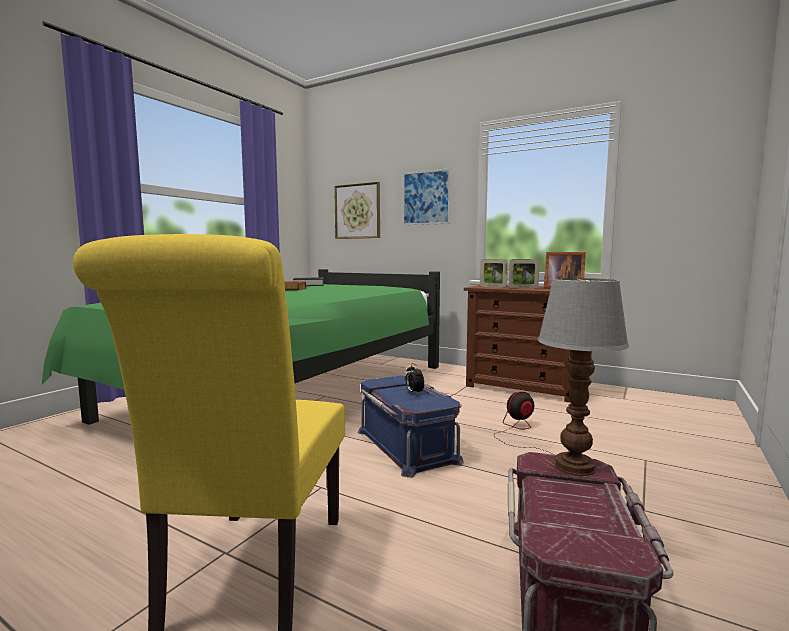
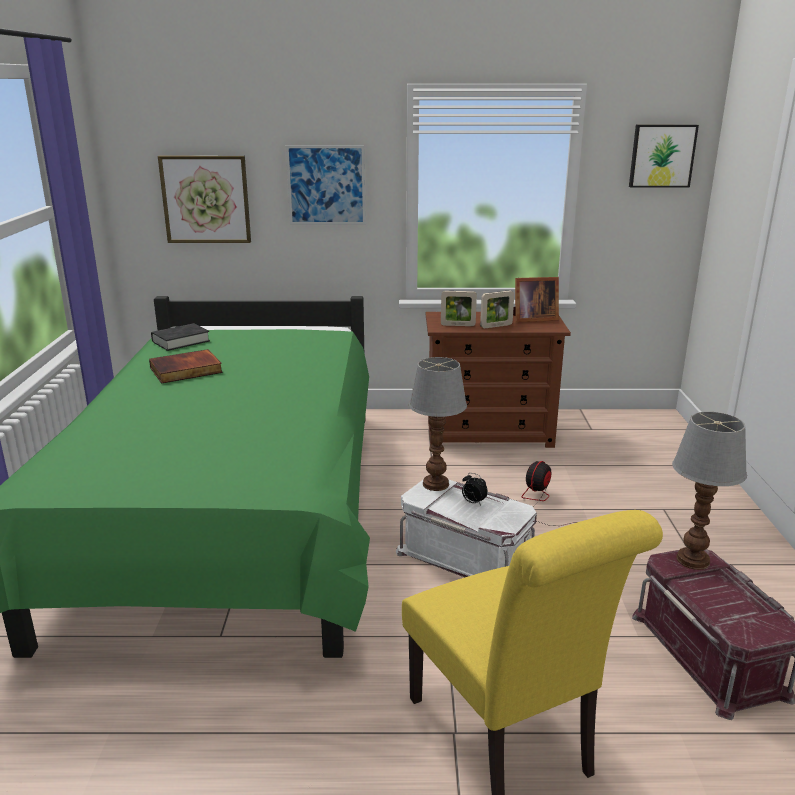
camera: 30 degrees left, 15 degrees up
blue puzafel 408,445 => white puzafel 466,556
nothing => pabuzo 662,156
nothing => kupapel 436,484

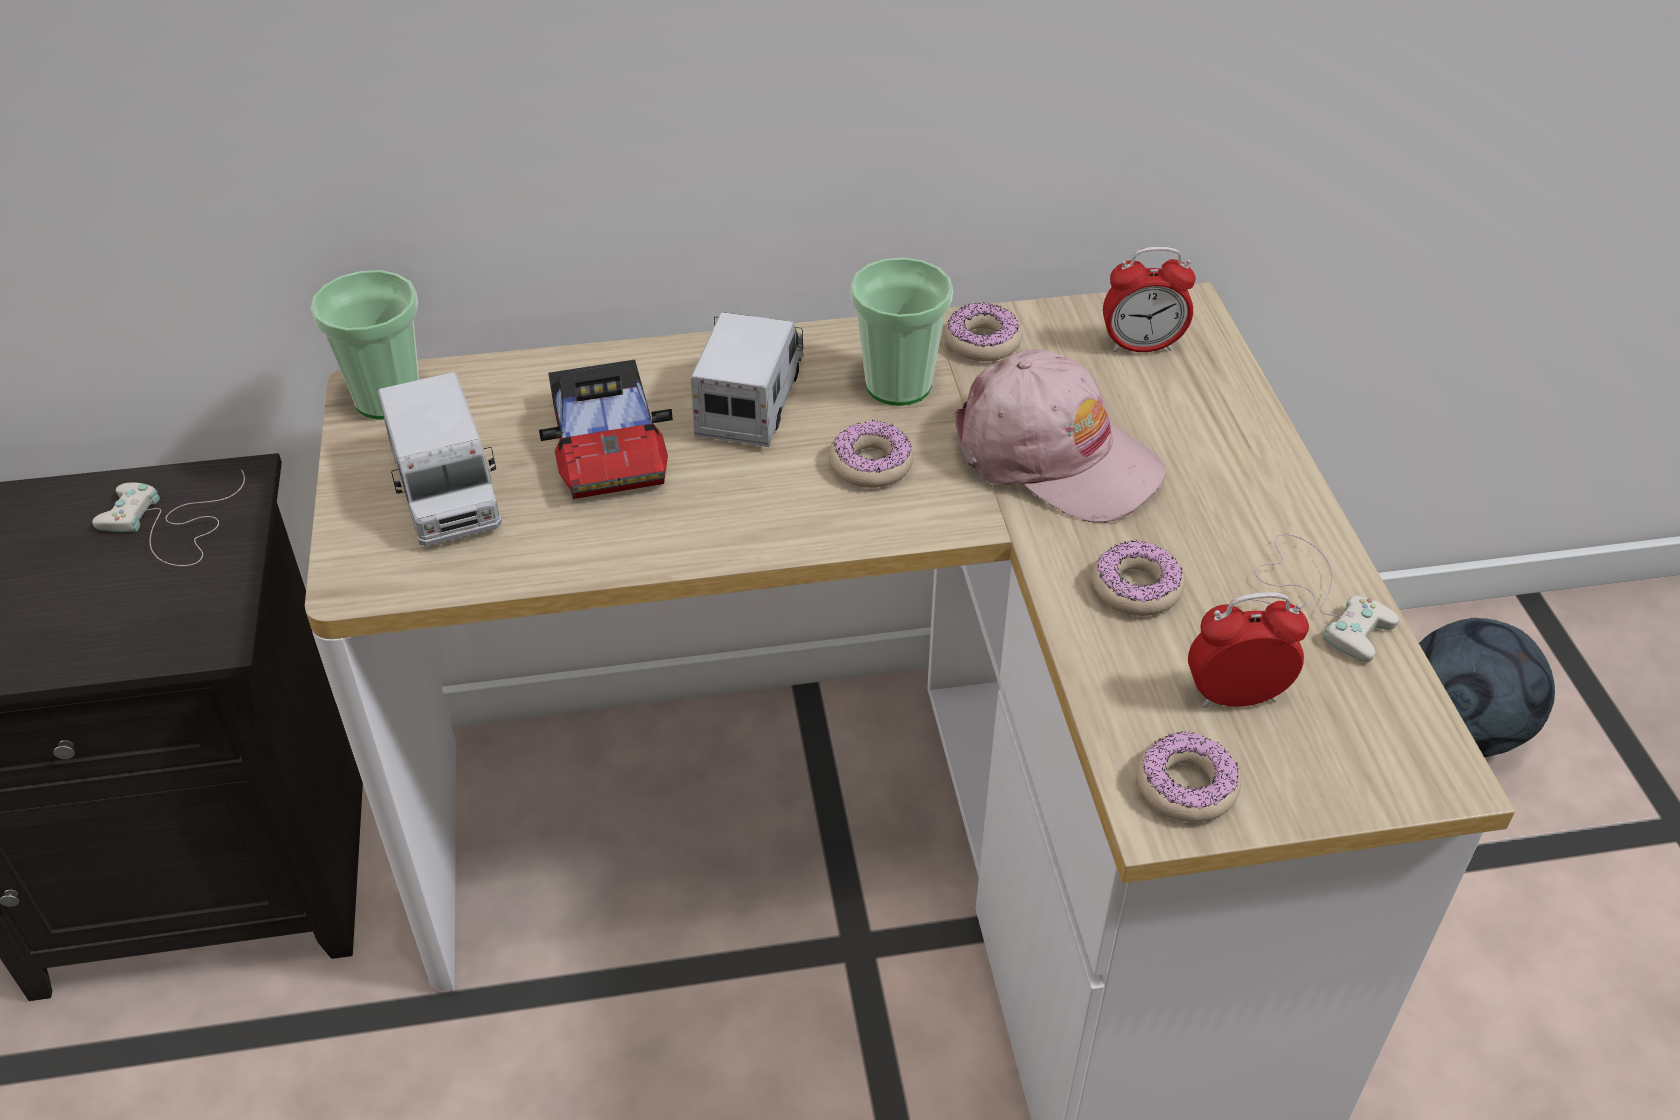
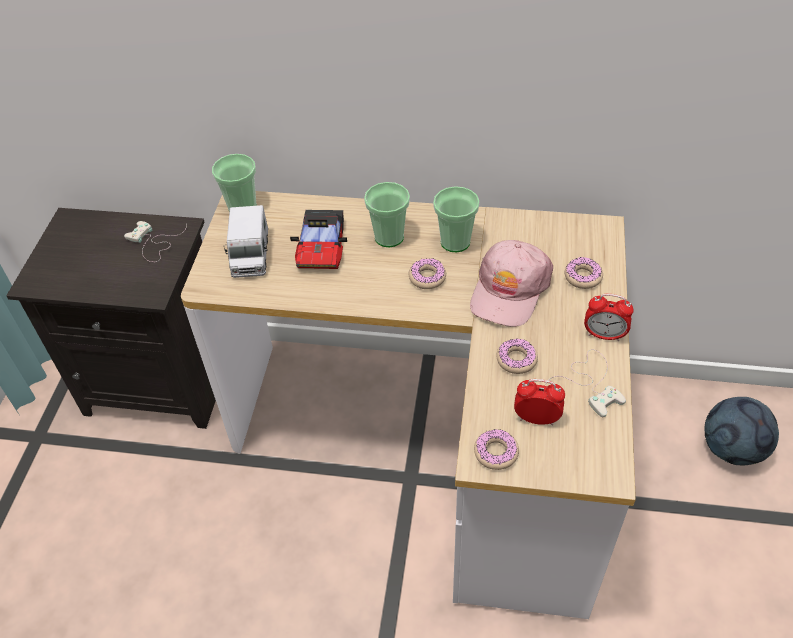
camera: 20 degrees right, 5 degrees up
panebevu 1141,346 => panebevu 604,335, move
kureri 982,342 => kureri 583,277, move
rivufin 751,400 => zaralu 389,237
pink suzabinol 1055,456 => pink suzabinol 509,290, 60 degrees clockwise

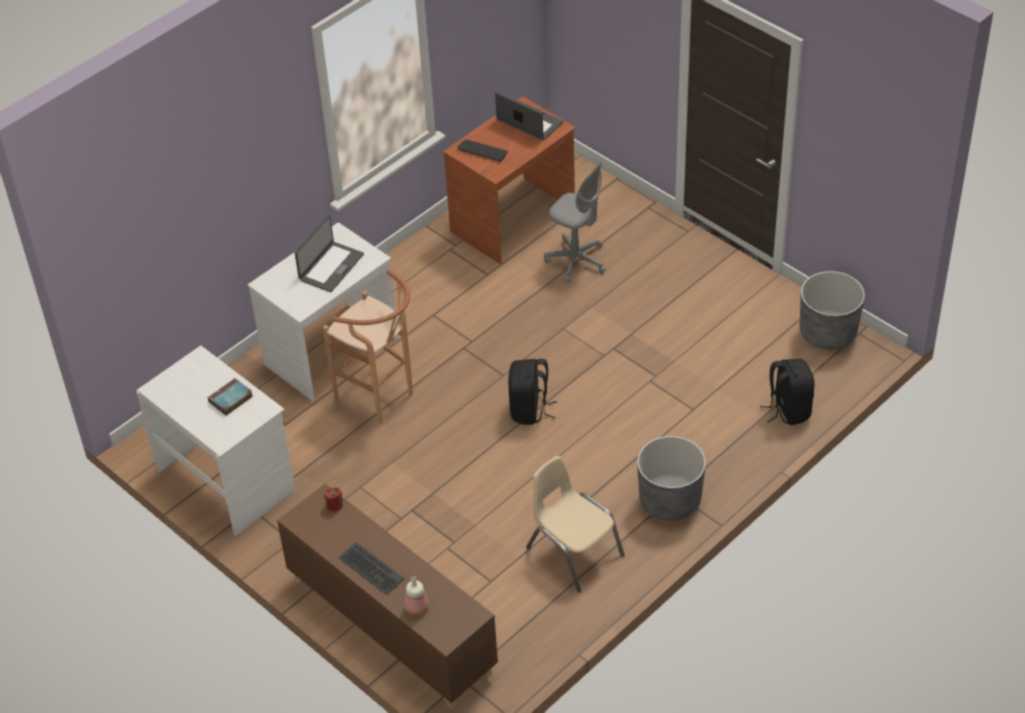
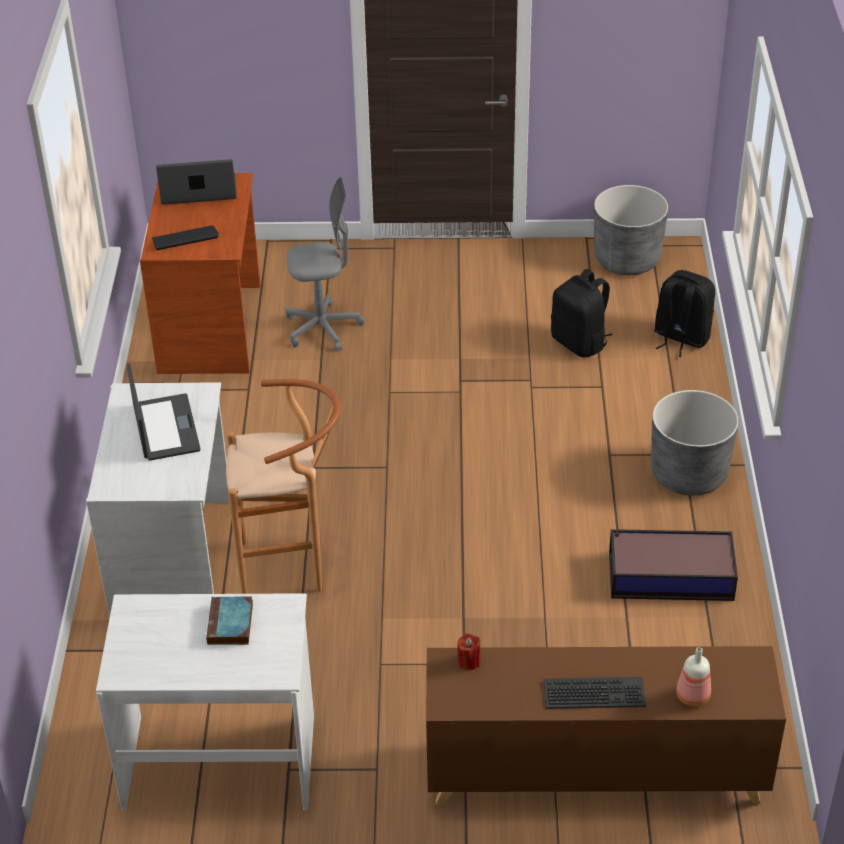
camera: 45 degrees left, 5 degrees down
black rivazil 529,410 => black rivazil 580,343, move
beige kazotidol 574,551 => puzafel 668,575

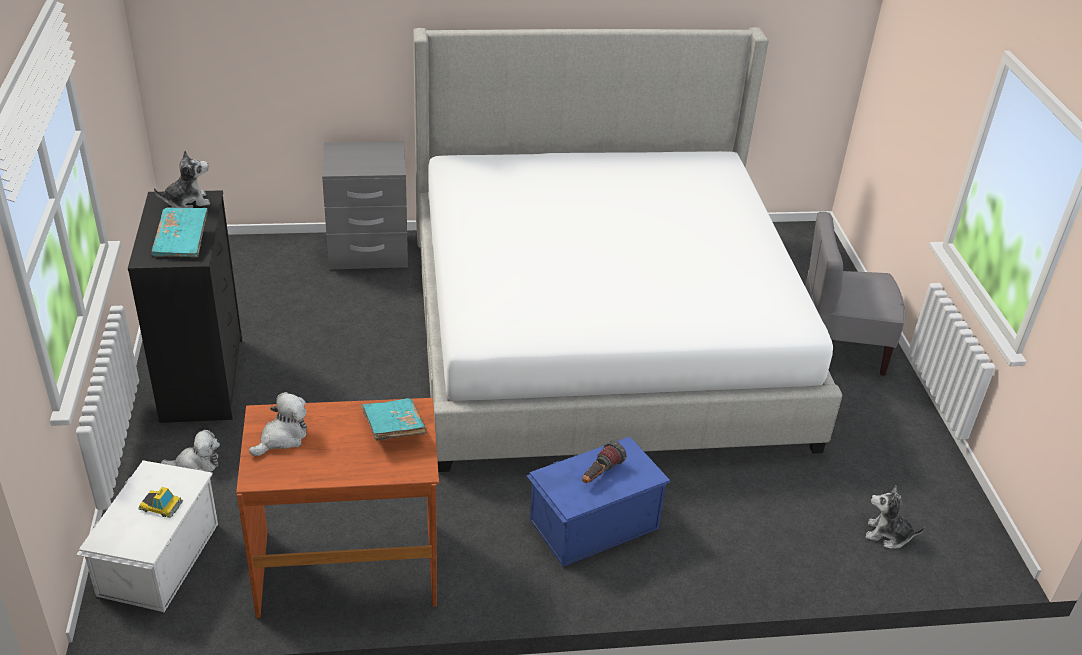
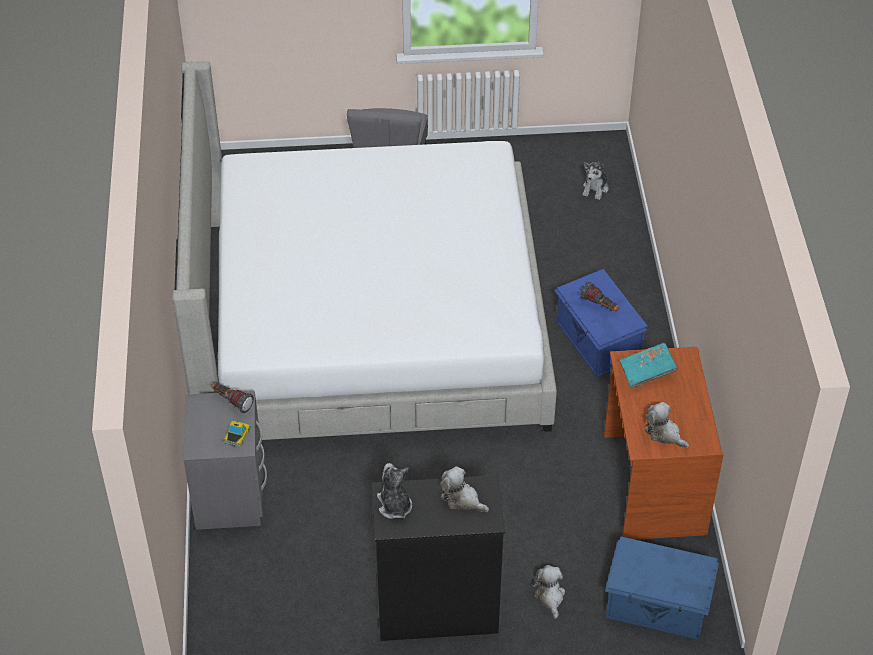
camera: 85 degrees left, 10 degrees up
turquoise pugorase 182,242 => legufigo 462,499
white puzafel 156,559 => blue puzafel 657,606
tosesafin 161,505 => tosesafin 237,435, move
nothing => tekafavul 231,401

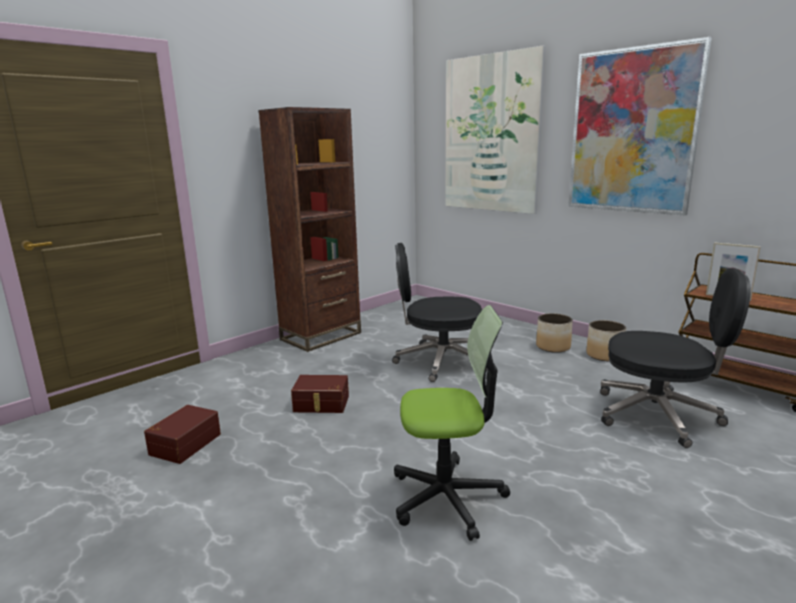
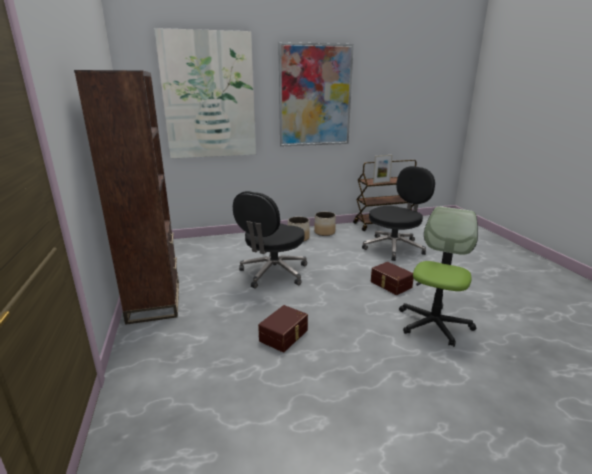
camera: 60 degrees left, 5 degrees up
brown puzafel 184,444 => brown puzafel 390,285, move

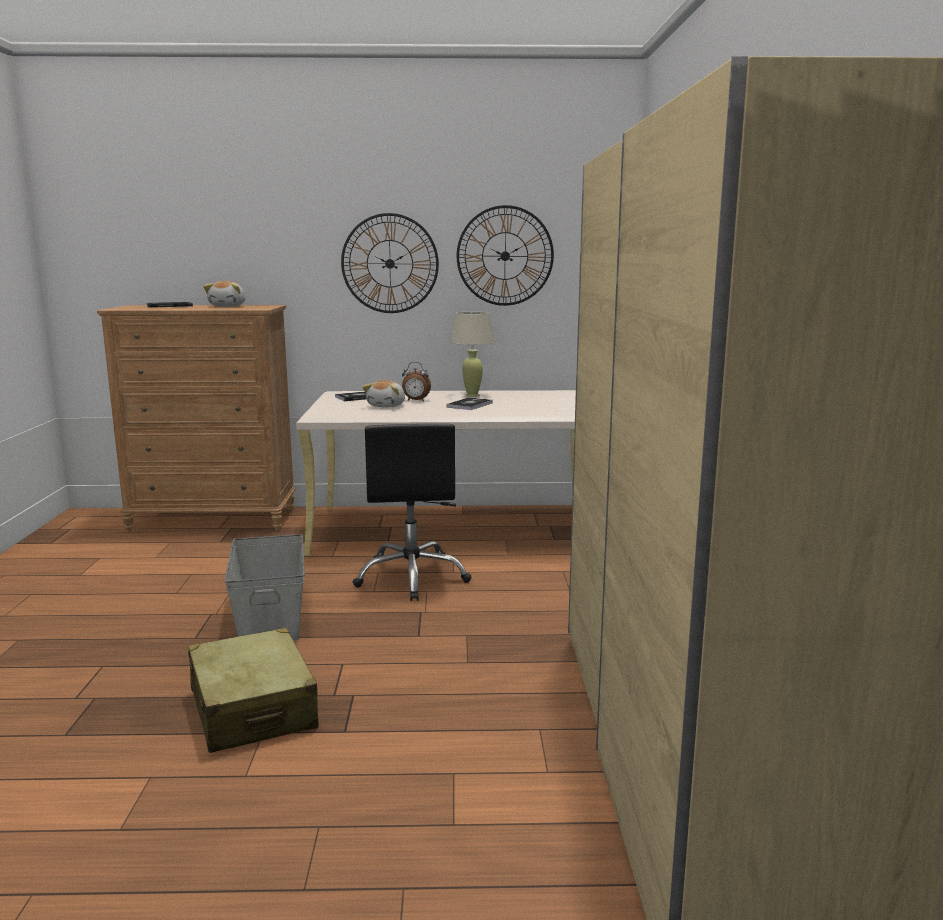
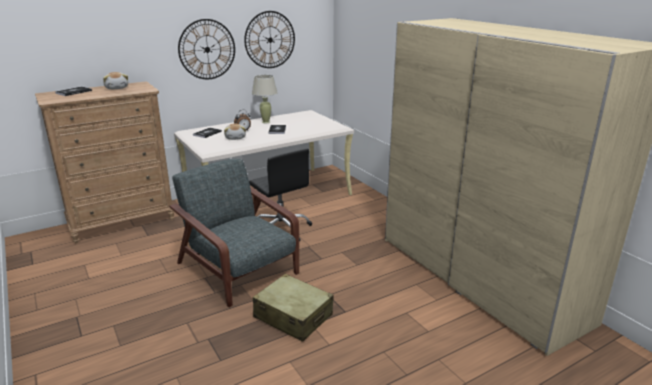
camera: 30 degrees left, 10 degrees up
grey puzafel 271,616 => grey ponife 238,269

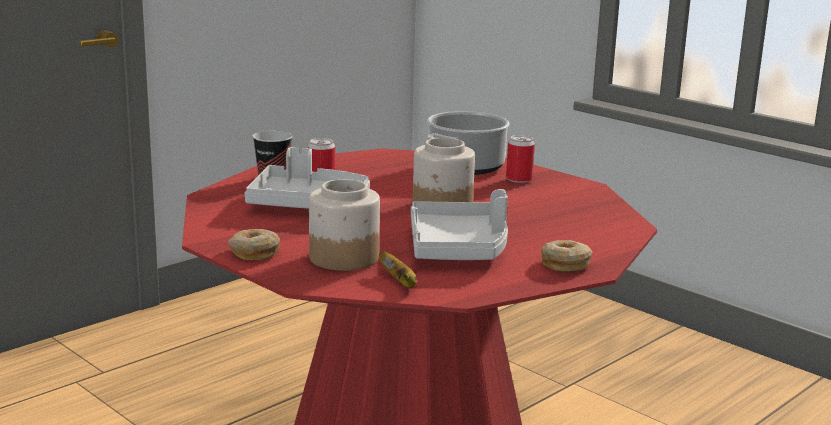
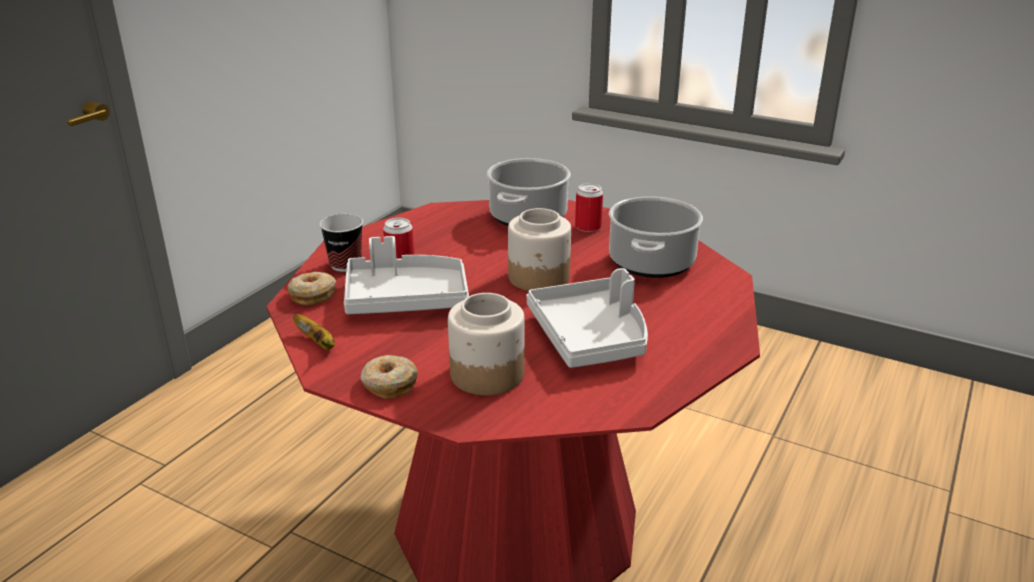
camera: 15 degrees left, 10 degrees up
kureri 565,264 => kureri 312,295, move
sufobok 399,282 => sufobok 317,343, move
nothing => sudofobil 652,263

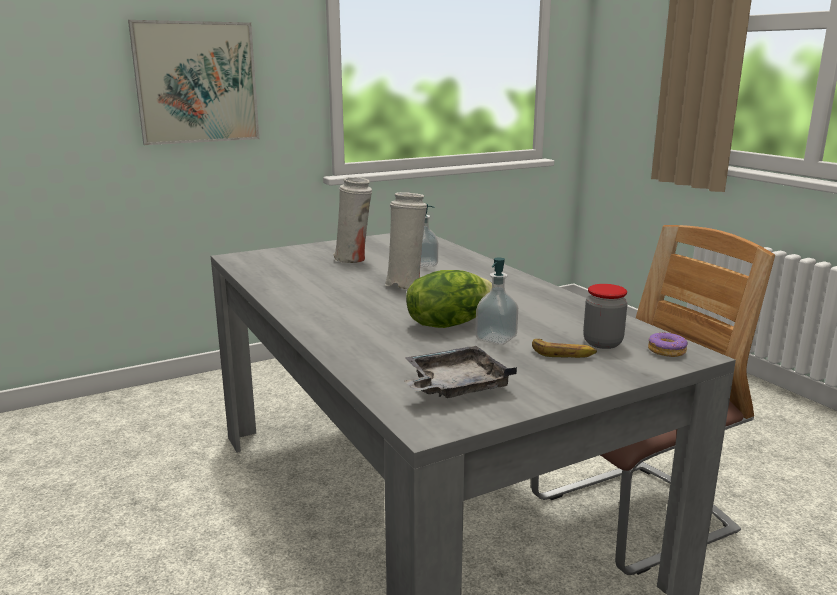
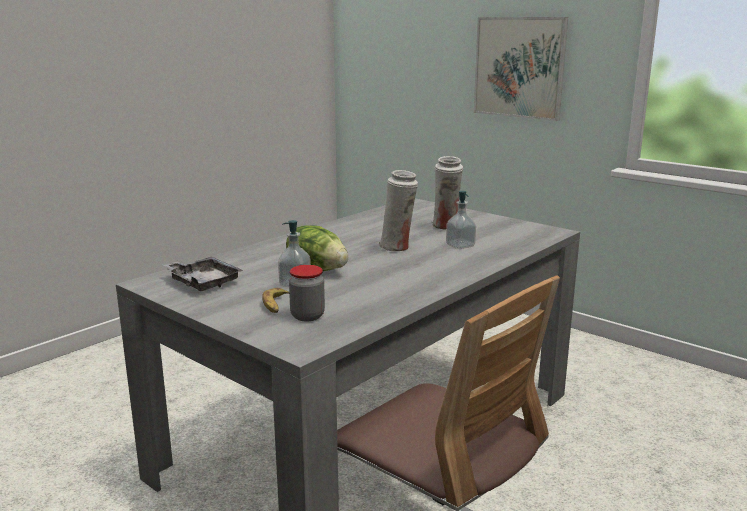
camera: 70 degrees right, 0 degrees up
kureri 667,351 => nothing

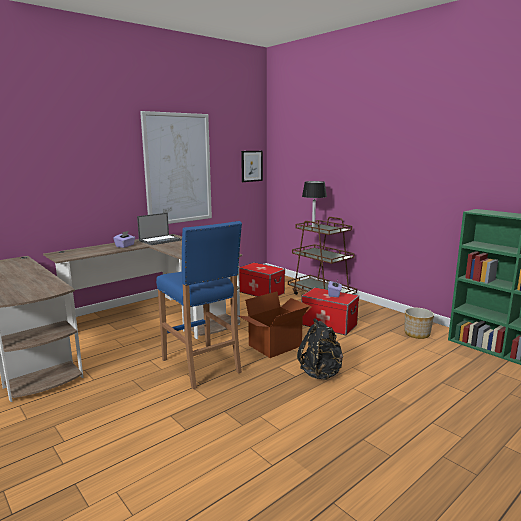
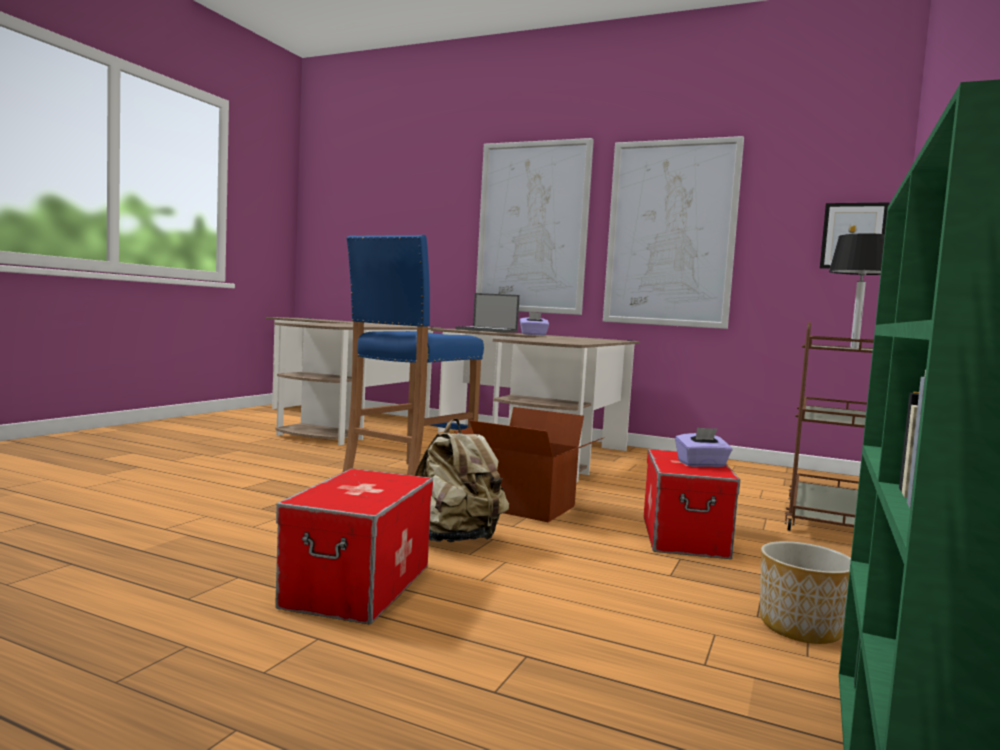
camera: 65 degrees right, 10 degrees down
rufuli 160,240 => rufuli 487,330, move
puzafel 261,292 => puzafel 358,586, move
black rivazil 321,373 => beige rivazil 454,540
nothing => pabuzo 532,228

